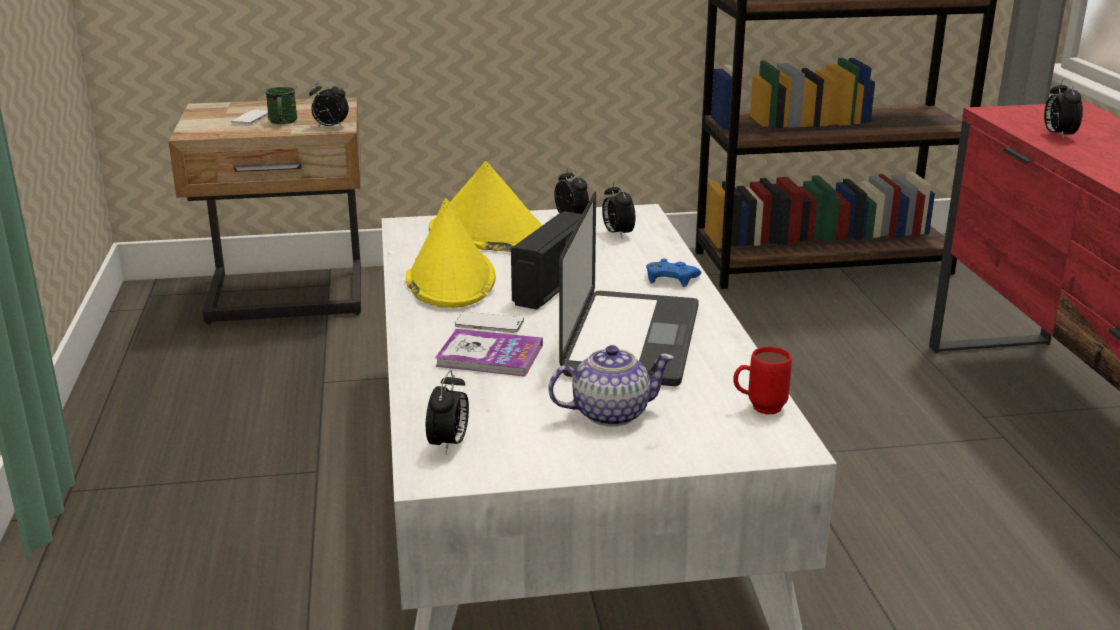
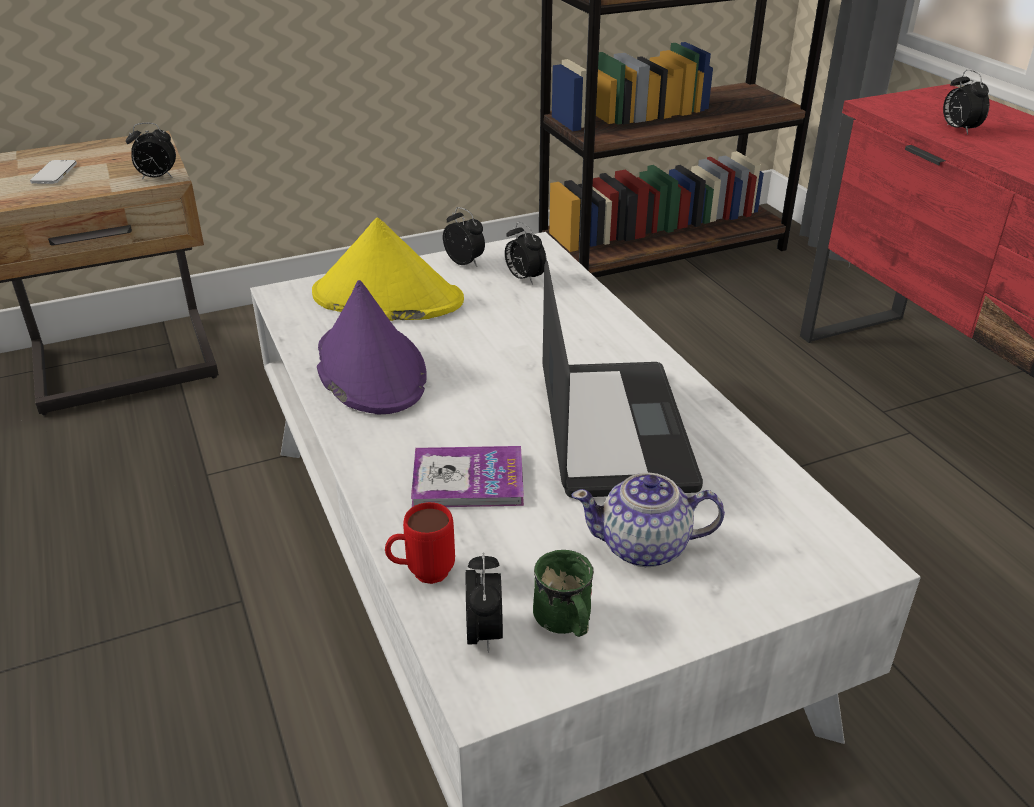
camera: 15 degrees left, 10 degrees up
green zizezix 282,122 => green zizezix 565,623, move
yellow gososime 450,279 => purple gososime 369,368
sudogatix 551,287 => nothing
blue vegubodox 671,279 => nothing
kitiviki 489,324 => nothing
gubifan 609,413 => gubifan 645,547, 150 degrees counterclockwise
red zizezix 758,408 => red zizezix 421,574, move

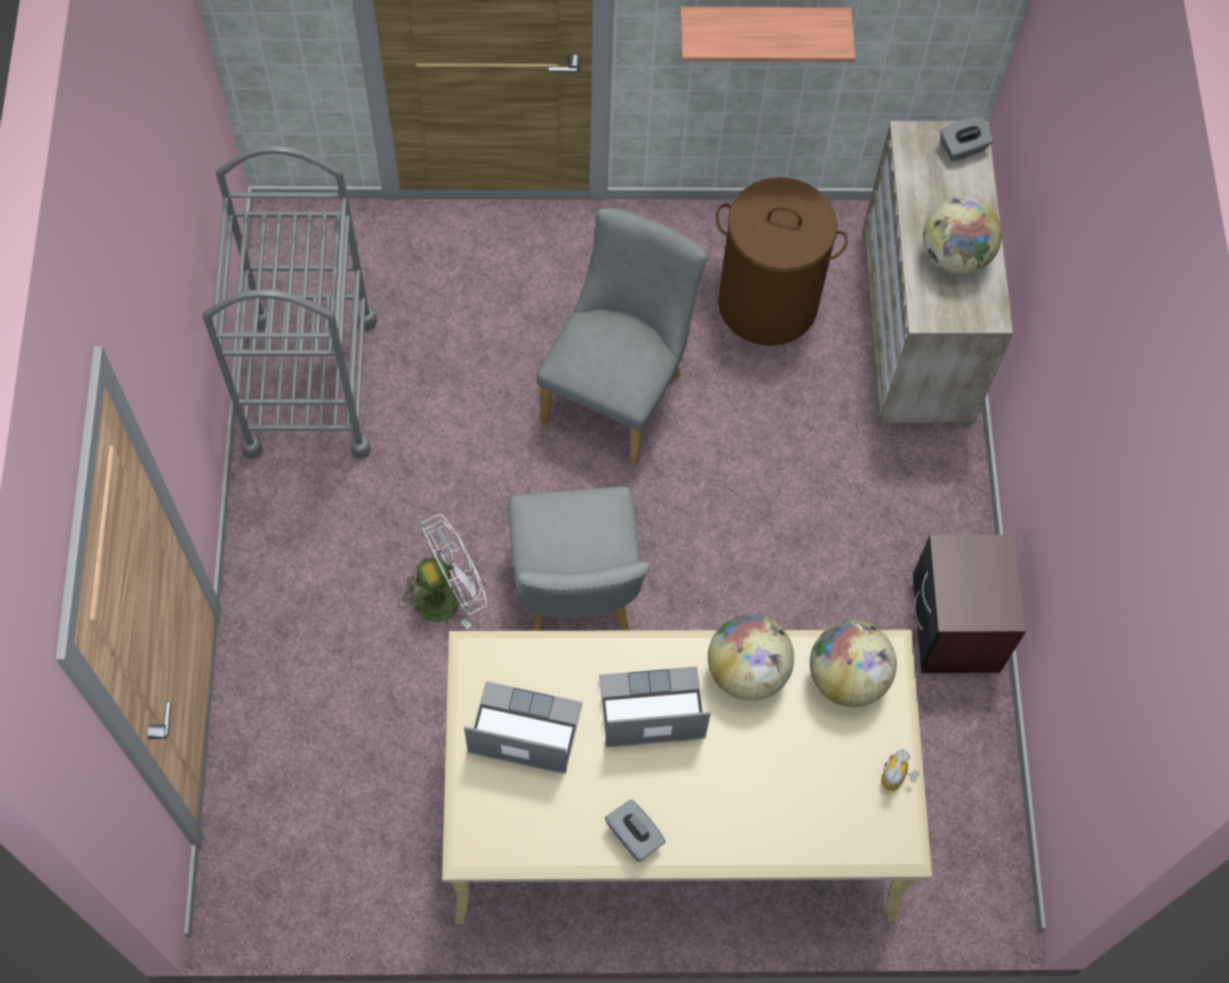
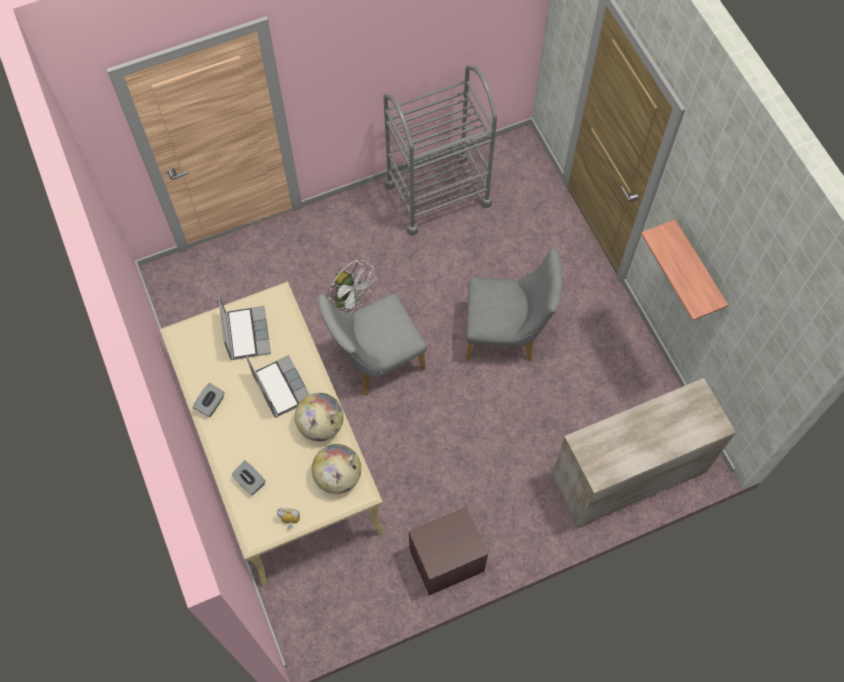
camera: 70 degrees right, 0 degrees up
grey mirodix 963,148 => grey mirodix 250,482, move
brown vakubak 767,303 => nothing
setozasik 954,256 => nothing

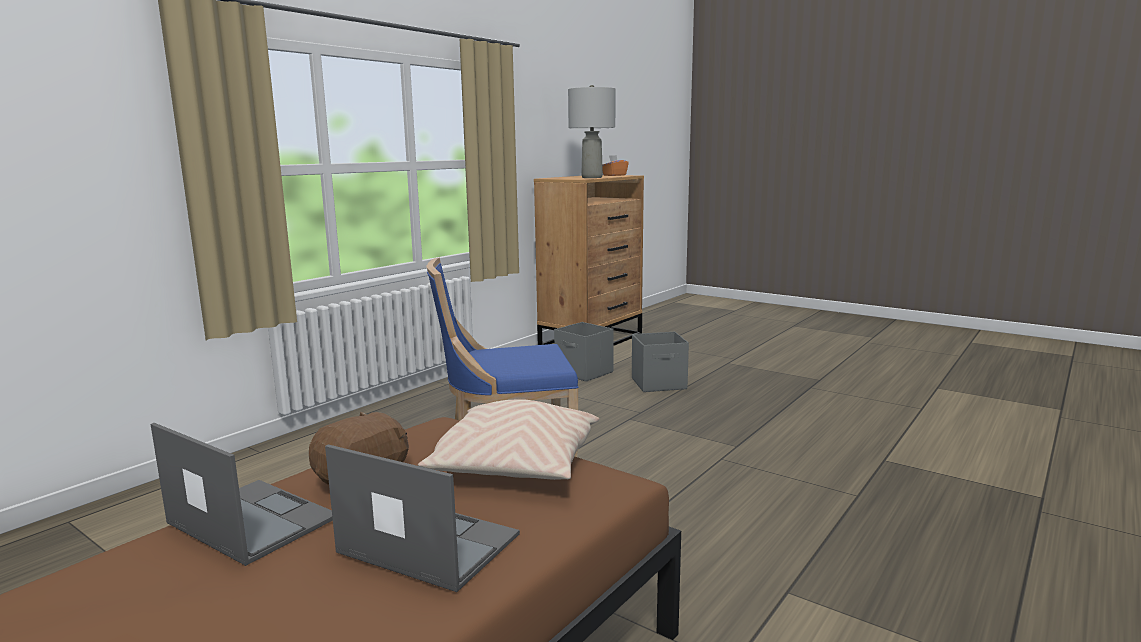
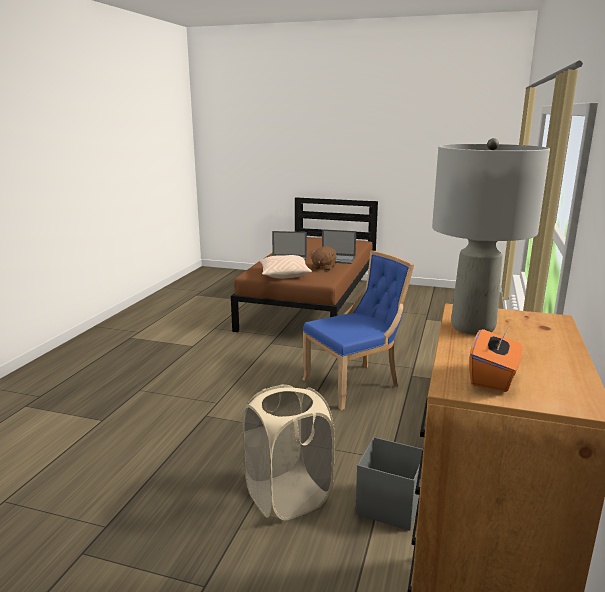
camera: 160 degrees right, 5 degrees up
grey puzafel 659,384 => beige vakubak 288,496

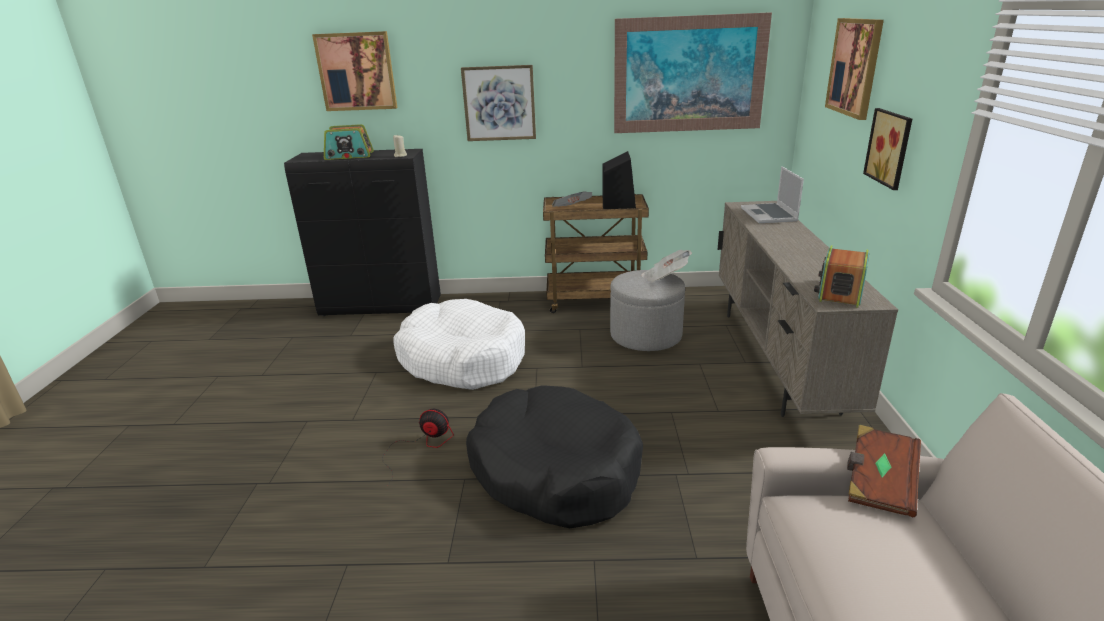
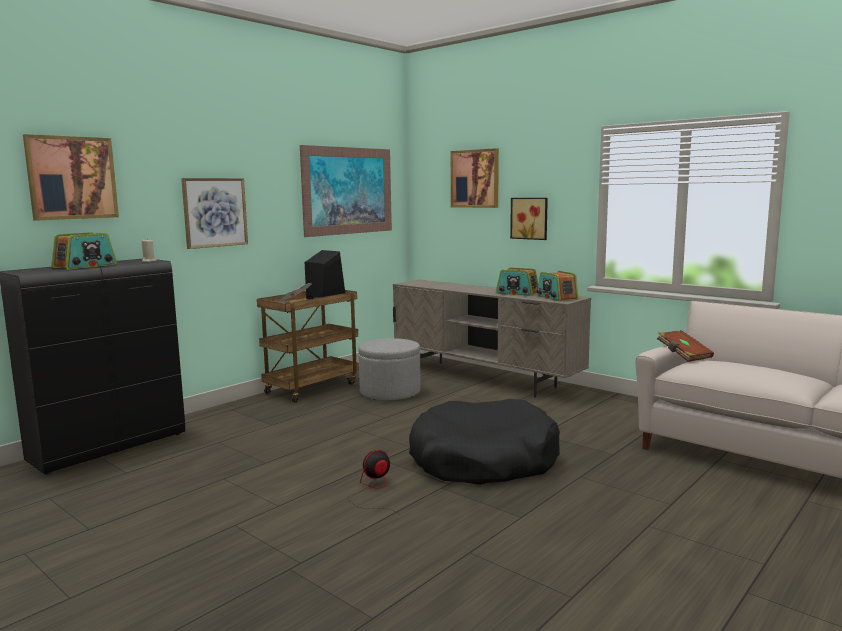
camera: 50 degrees left, 15 degrees down
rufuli 770,215 => nothing
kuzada 665,277 => nothing
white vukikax 462,359 => nothing
nothing => sudogatix 517,293

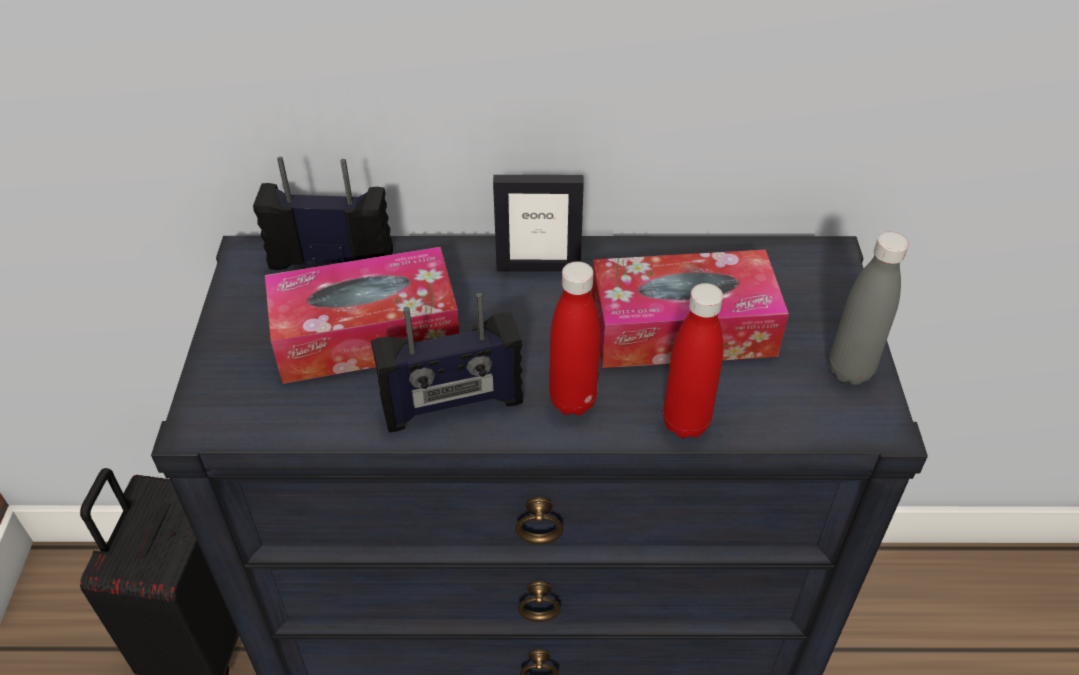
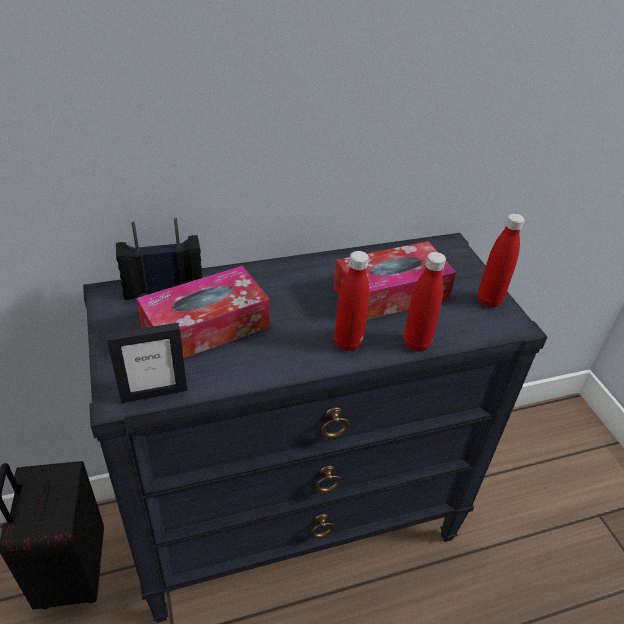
camera: 20 degrees left, 5 degrees down
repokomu 538,267 => repokomu 154,393, move
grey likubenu 850,370 => red likubenu 489,300
sudogatix 452,405 => nothing

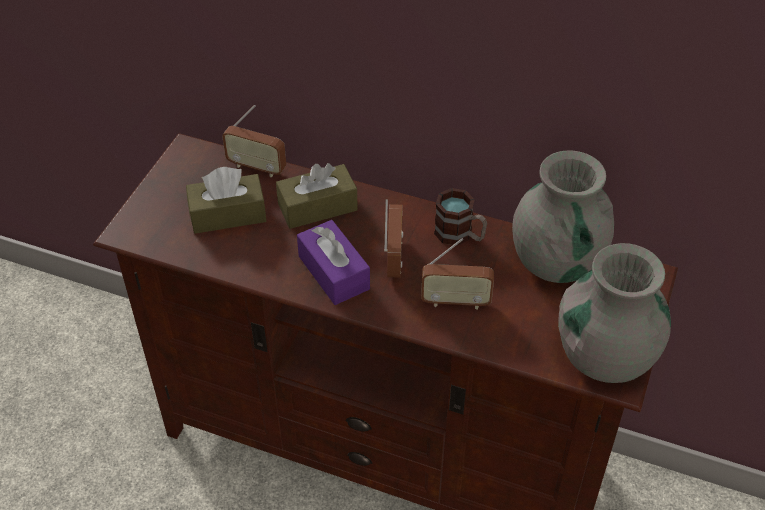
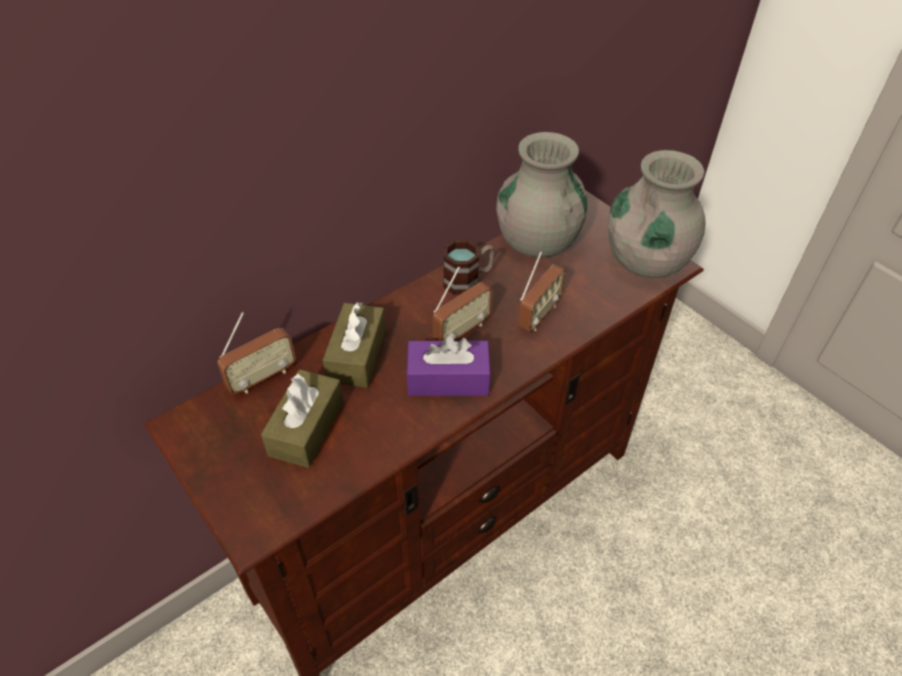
camera: 60 degrees left, 0 degrees up
sudogatix 393,258 => sudogatix 461,331, 105 degrees clockwise

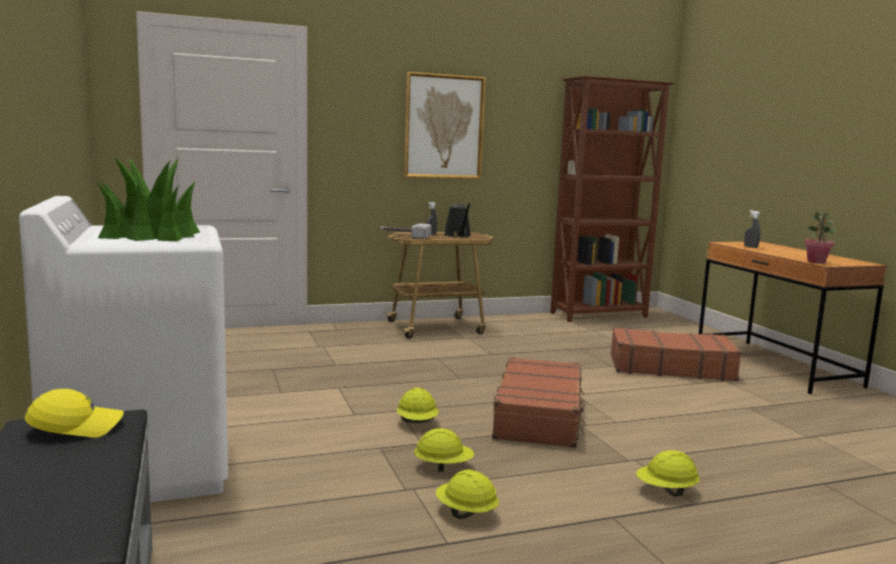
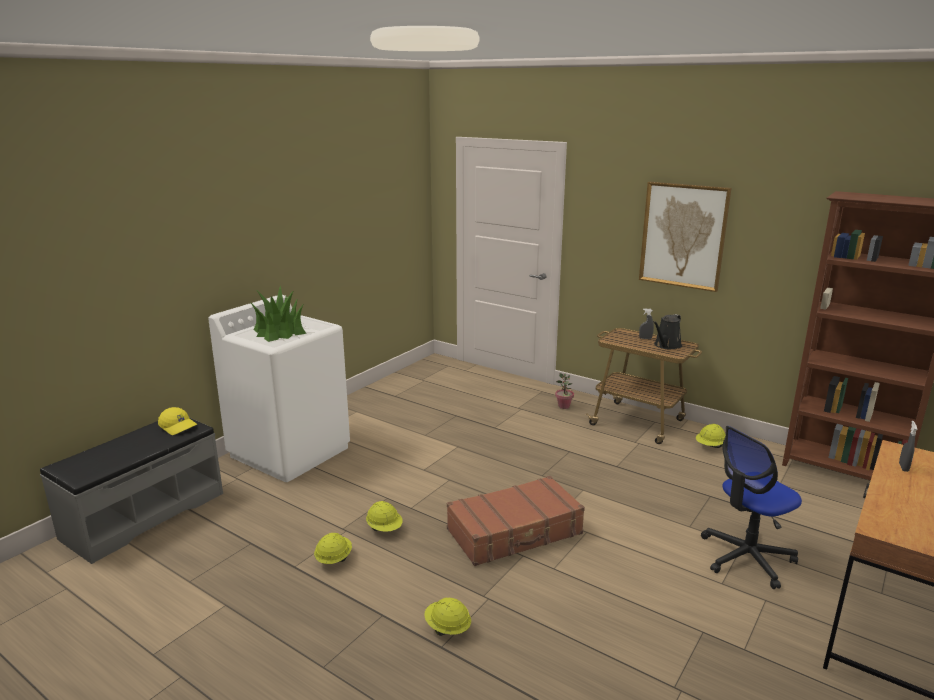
camera: 55 degrees right, 10 degrees up
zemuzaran 816,262 => zemuzaran 564,406, move
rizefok 404,236 => nothing
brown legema 670,367 => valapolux 746,558
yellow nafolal 417,423 => yellow nafolal 710,446, move

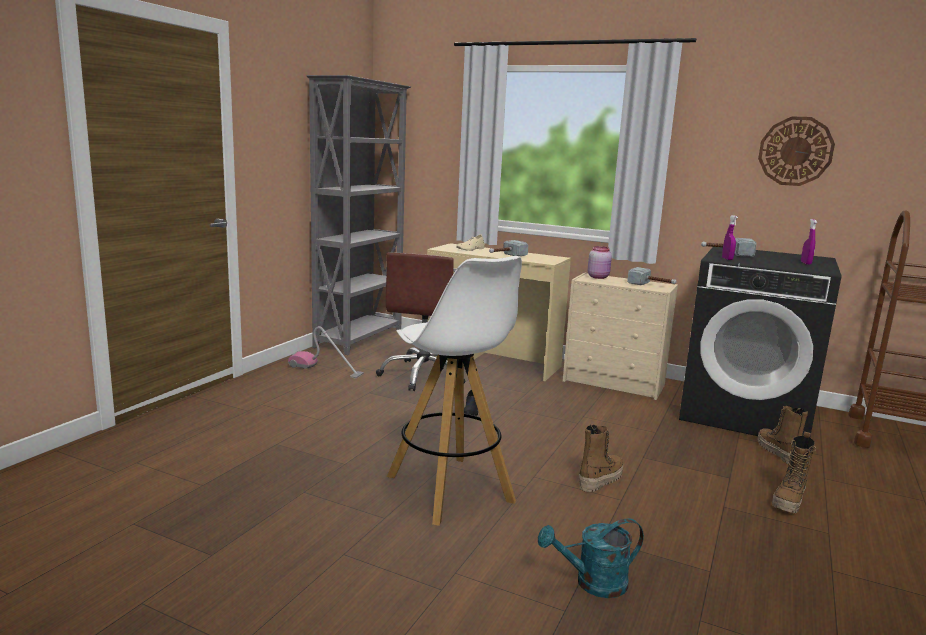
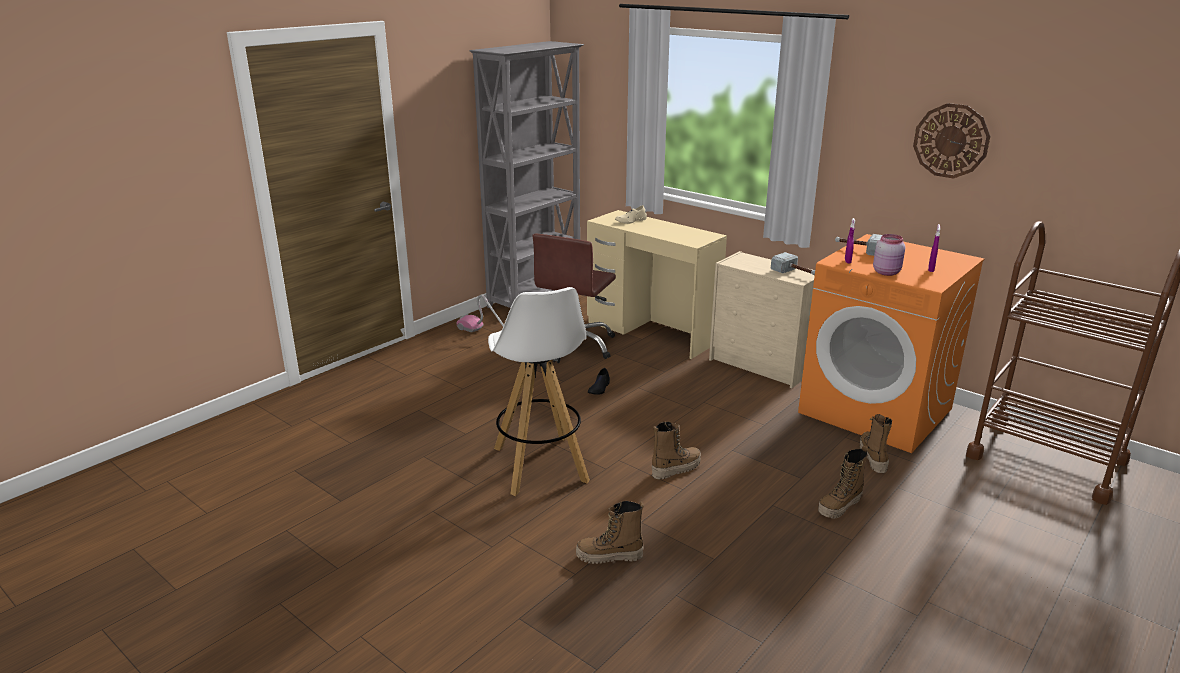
camera: 15 degrees right, 10 degrees up
rizefok 505,255 => nothing
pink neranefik 598,277 => pink neranefik 887,272, move
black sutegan 746,413 => orange sutegan 876,411
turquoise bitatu 592,583 => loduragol 609,556

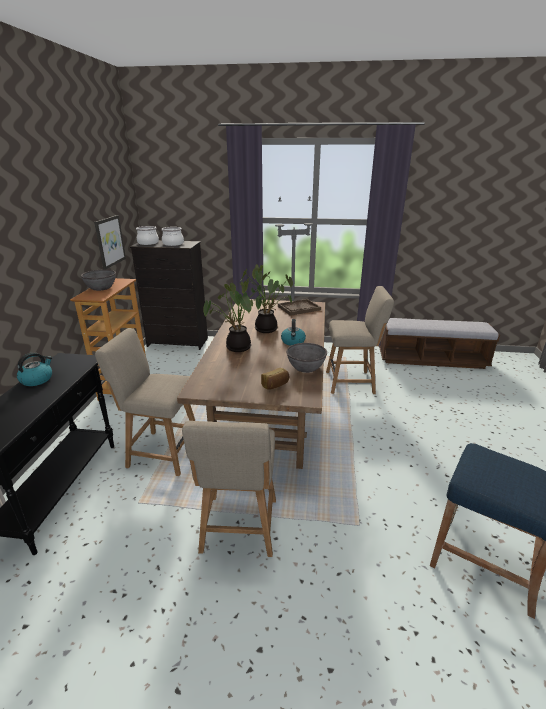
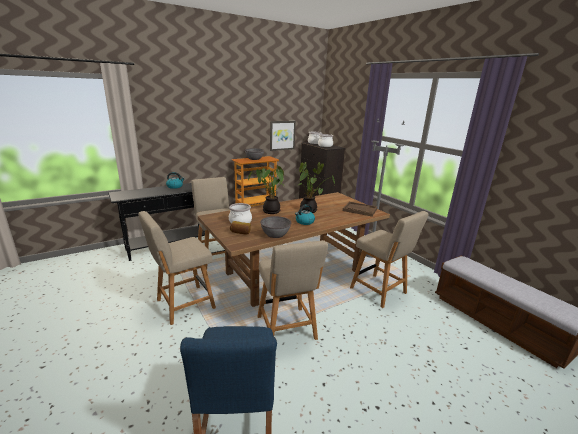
camera: 50 degrees right, 5 degrees down
nothing => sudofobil 240,221
nothing => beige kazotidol 287,329

